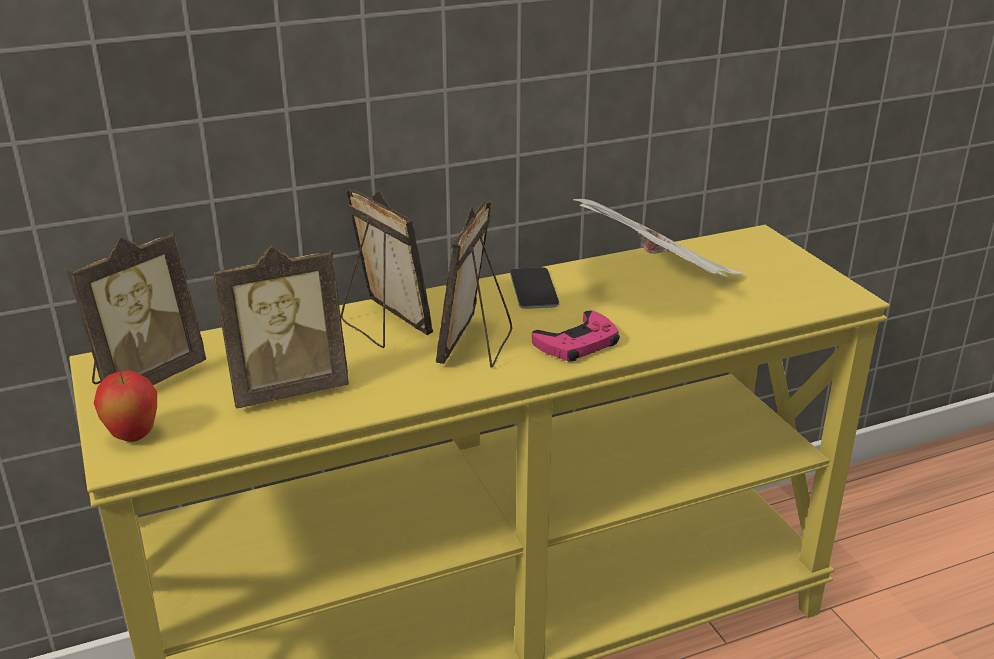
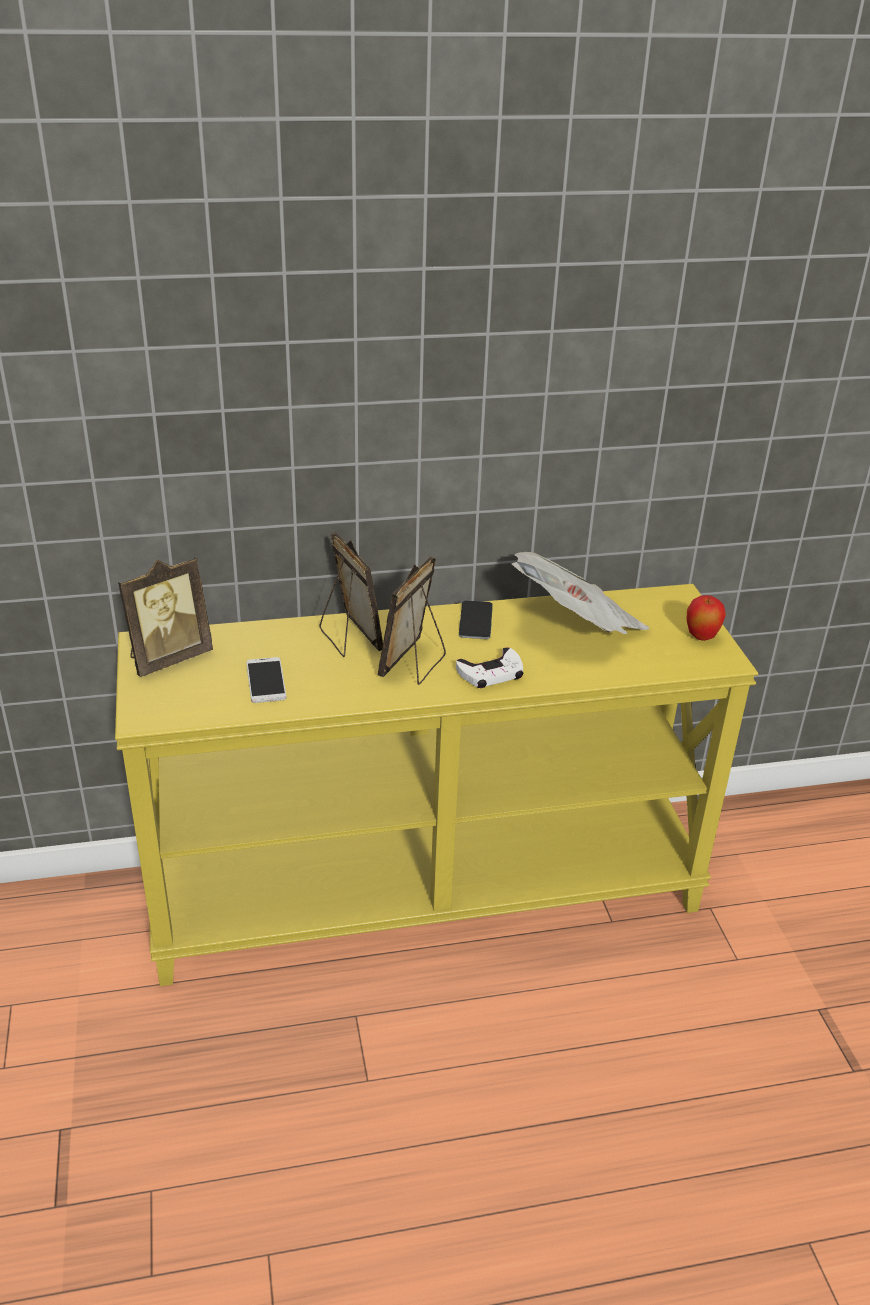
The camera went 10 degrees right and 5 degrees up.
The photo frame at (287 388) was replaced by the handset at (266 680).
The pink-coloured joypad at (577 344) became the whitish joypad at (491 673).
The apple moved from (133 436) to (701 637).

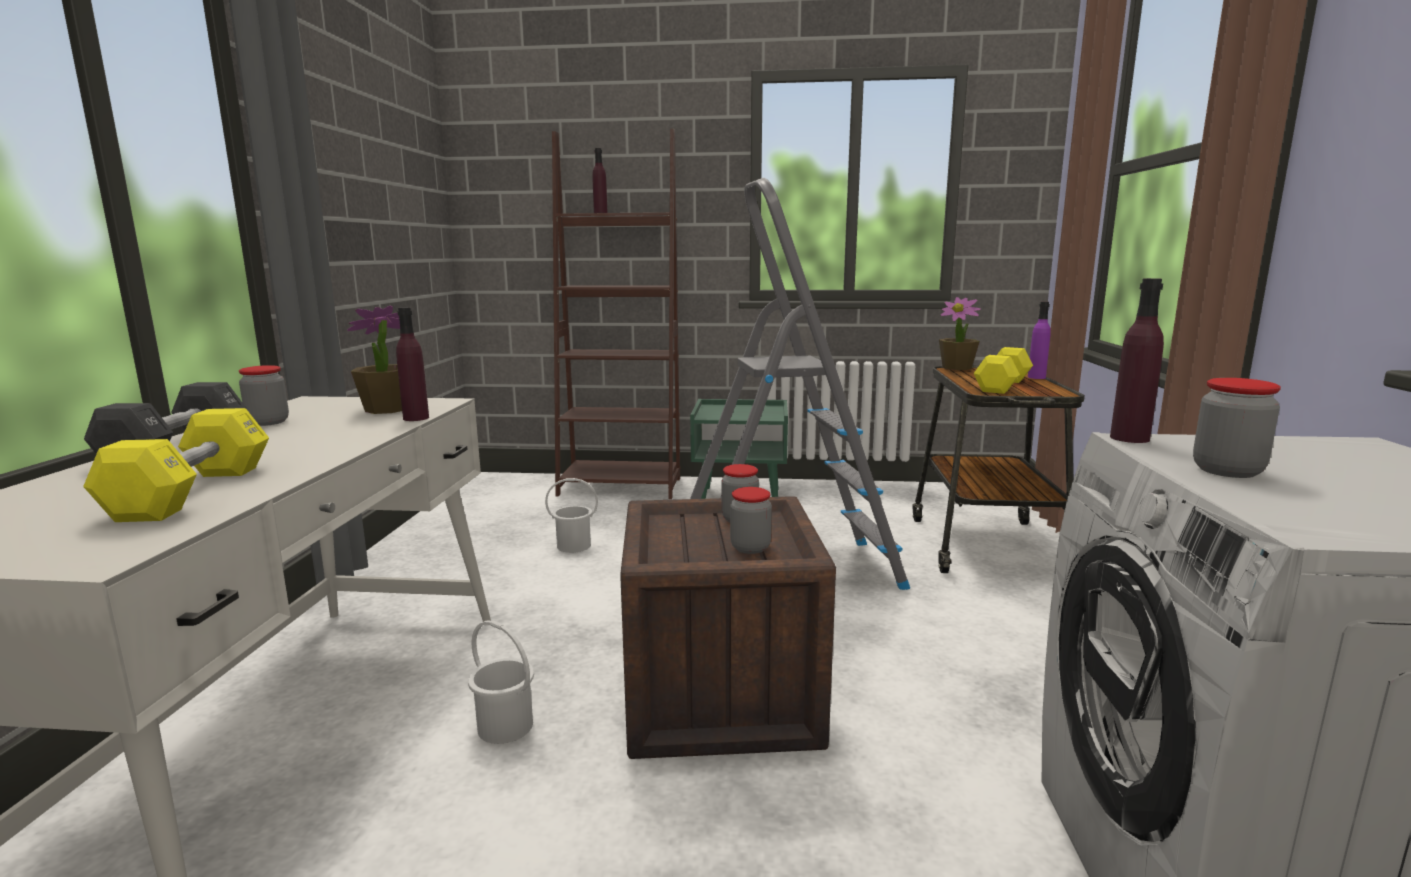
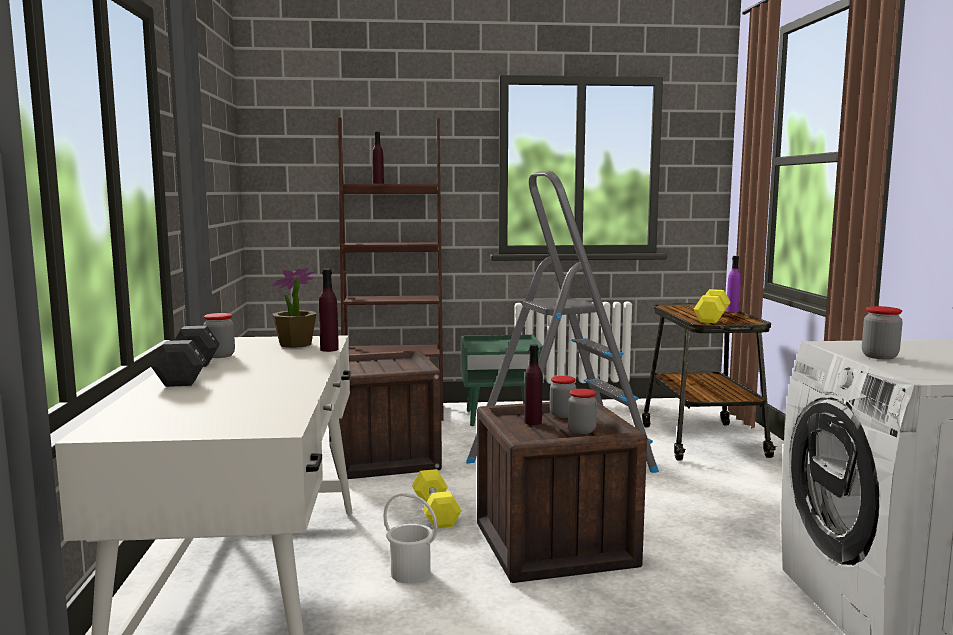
The camera went 10 degrees left and 5 degrees down.
The purple-coloured drink bottle moved from (1129 438) to (533 422).
The potted plant at (957 368) disappeared.
The yellowish dumbbell moved from (193 492) to (436 512).
The whitish pail at (573 545) was replaced by the crate at (383 458).

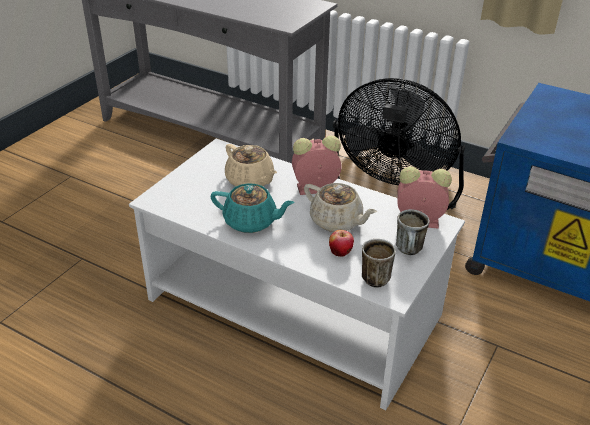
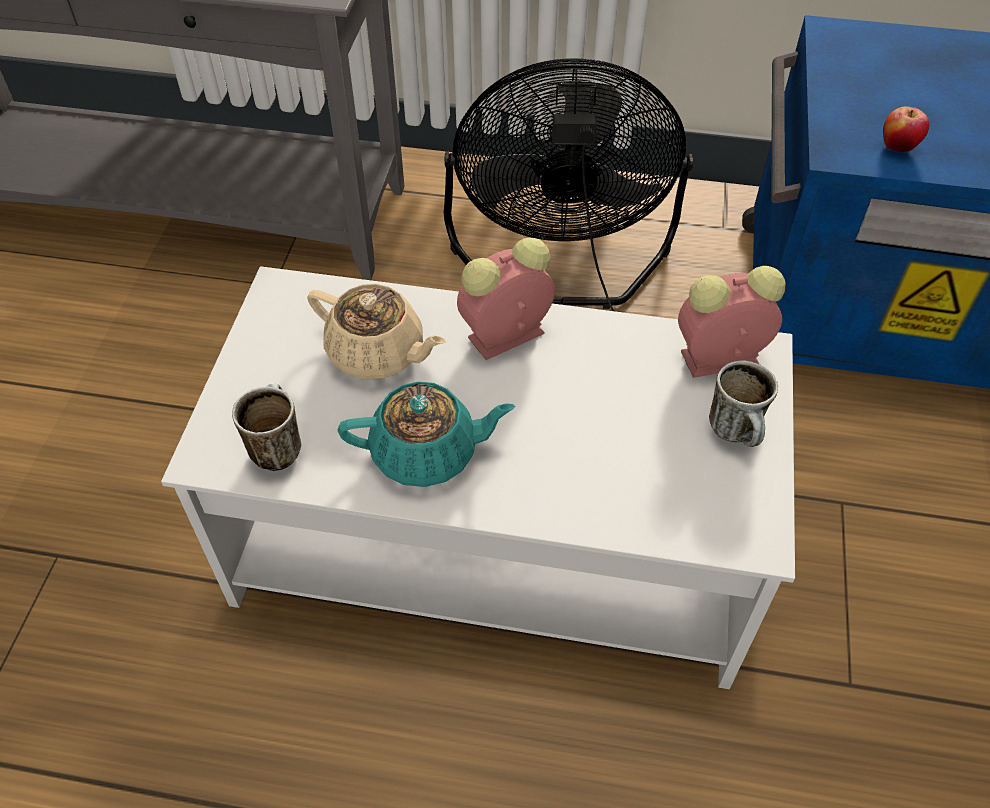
The camera went 20 degrees left and 15 degrees up.
The sand-coloured tea pot at (337 221) disappeared.
The apple moved from (340 253) to (898 147).
The coffee mug moved from (375 276) to (275 446).

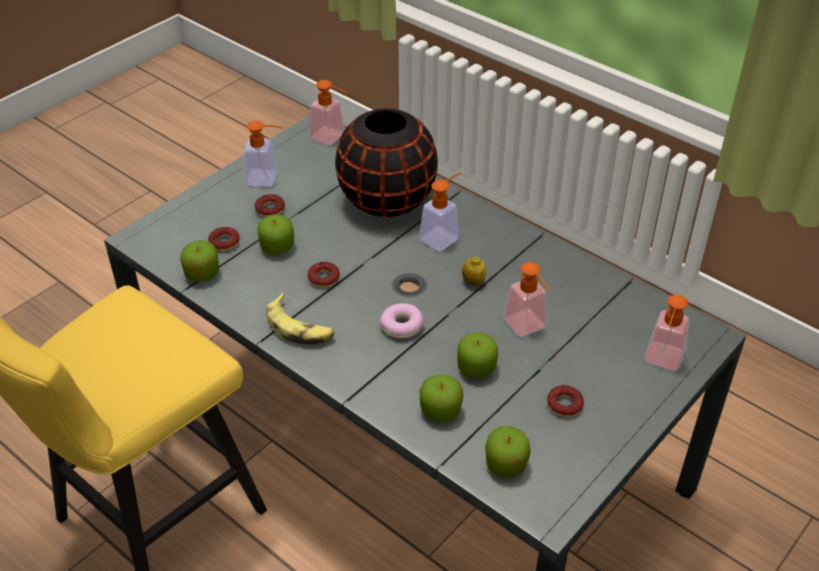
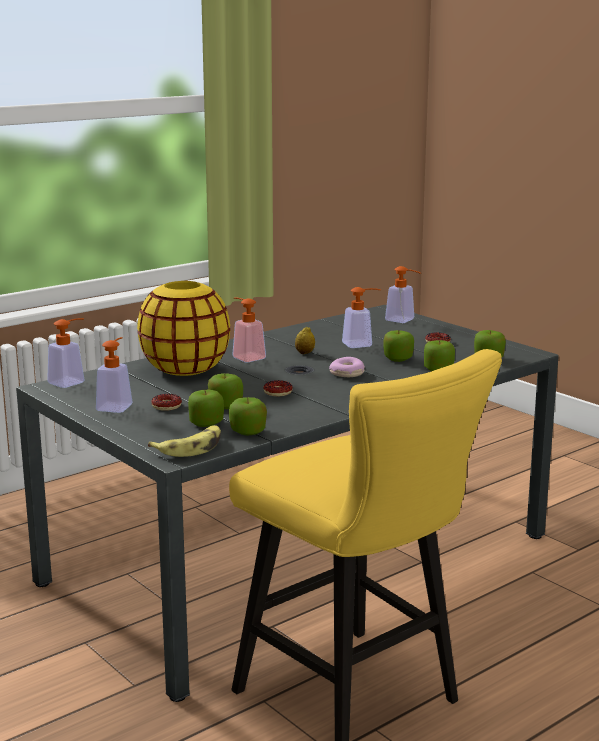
The camera went 80 degrees left and 25 degrees down.
The black decorative vase at (387 200) became the yellowish decorative vase at (185 369).
The doughnut at (224 242) was replaced by the apple at (206 423).
The banana moved from (299 327) to (190 448).

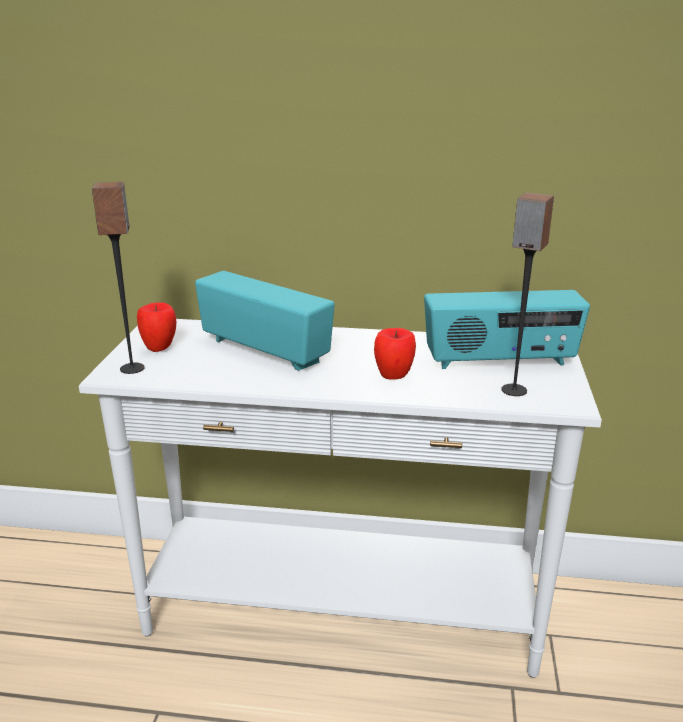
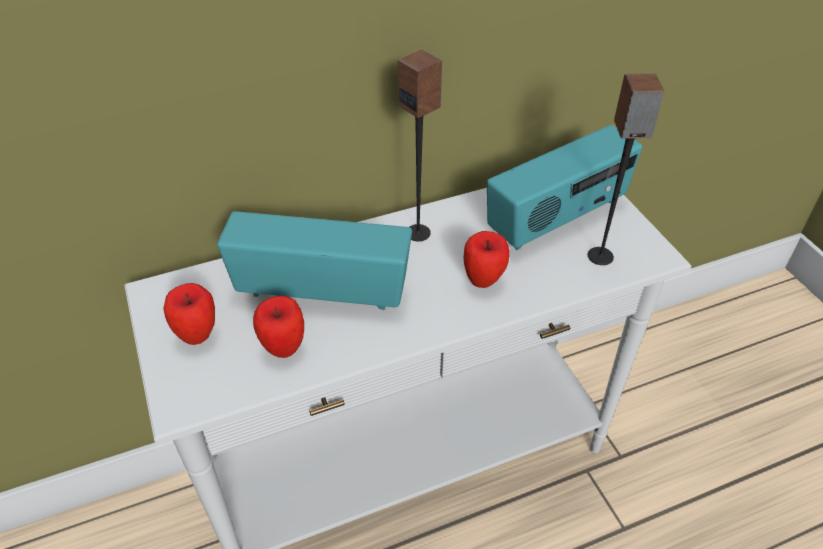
The camera went 30 degrees left and 20 degrees up.
The audio speaker moved from (132 368) to (418 233).
The apple at (284 347) appeared.

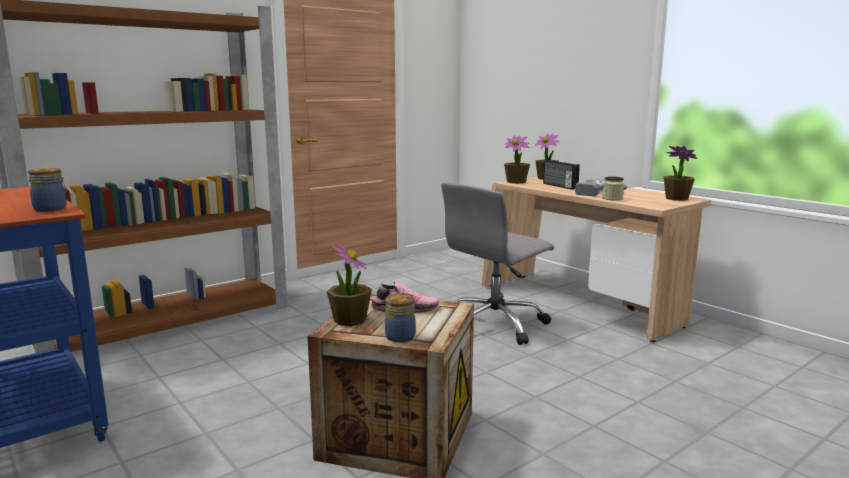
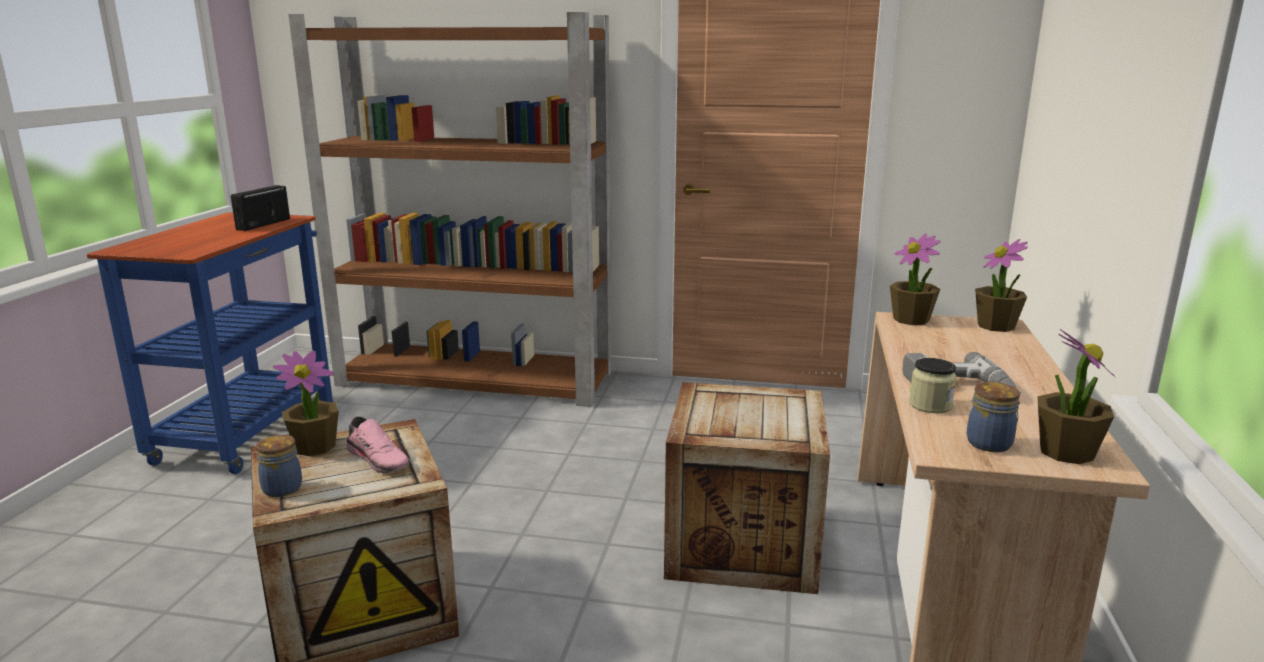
The camera went 50 degrees right and 5 degrees up.
The radio set moved from (559 186) to (262 224).
The storage jar moved from (51 209) to (991 443).
The greyish computer chair at (494 325) was replaced by the crate at (742 544).

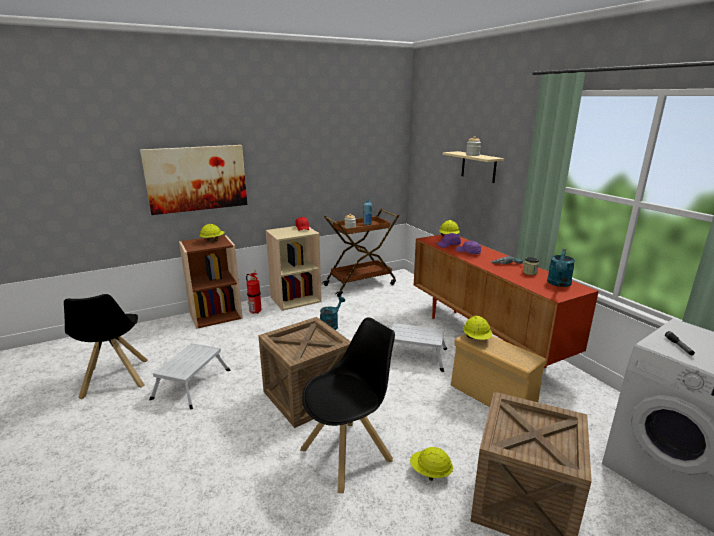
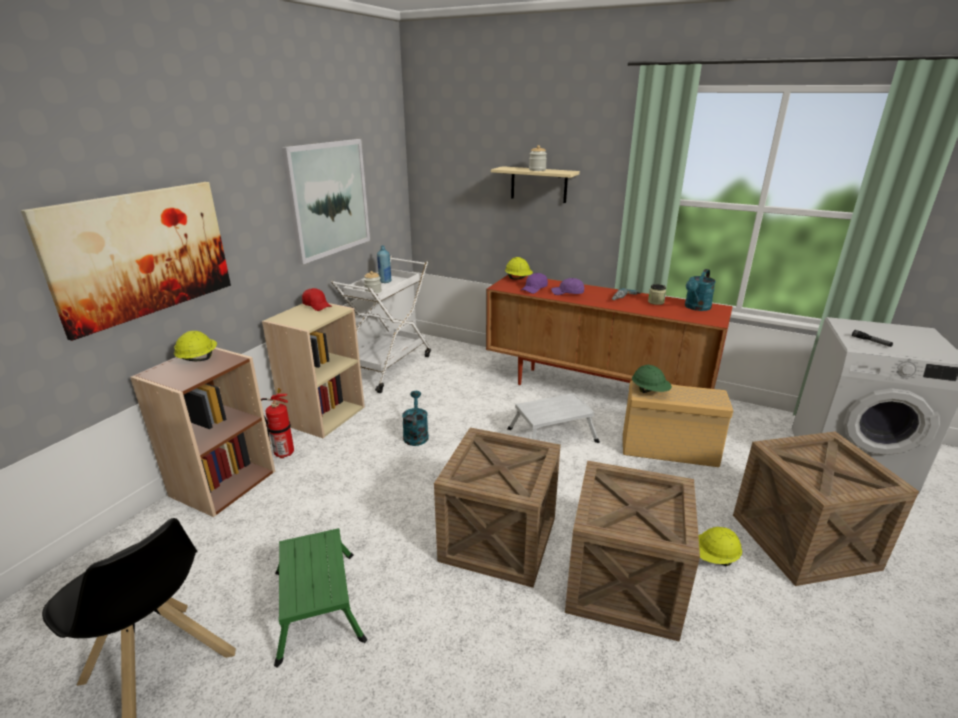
The camera went 35 degrees left and 5 degrees up.
The brownish wheeled cart at (360 285) became the whitish wheeled cart at (389 368).
The turquoise-coloured sprinkling can at (558 284) turned 45 degrees clockwise.
The yellowish hard hat at (476 338) became the green hard hat at (650 391).
The black plain chair at (348 453) was replaced by the crate at (624 583).
The whitish step ladder at (191 384) became the green step ladder at (318 605).
The wall art at (329 199) appeared.

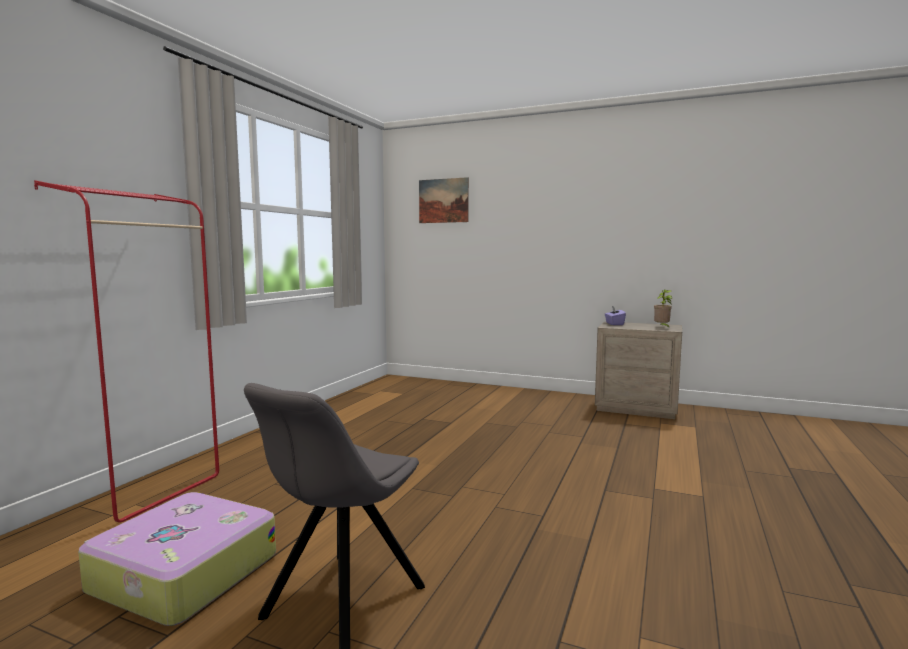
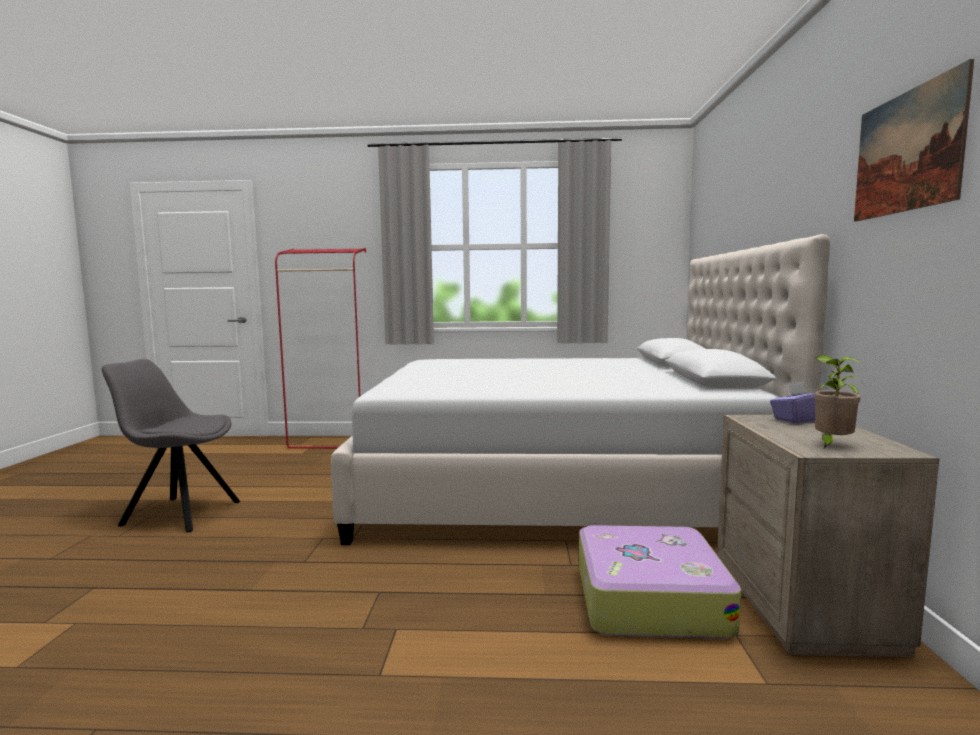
The camera went 70 degrees right and 0 degrees up.
The wall art moved from (443 200) to (907 152).
The travel case moved from (182 573) to (648 598).
The whitish bed at (556 487) appeared.

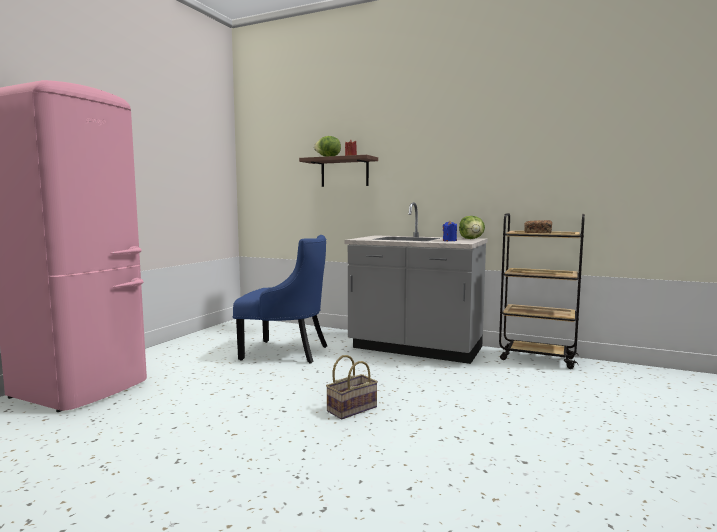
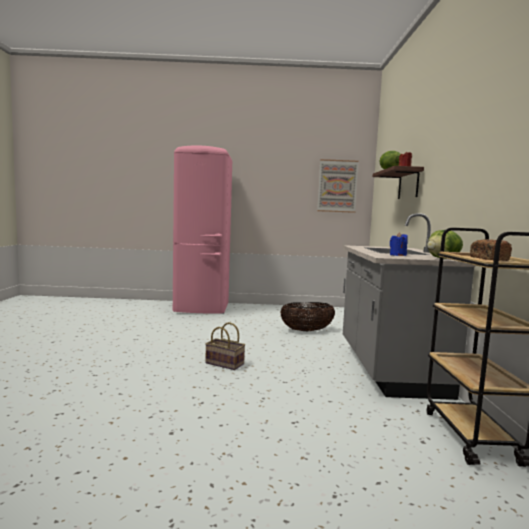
The camera went 65 degrees right and 0 degrees up.
The blue plain chair at (284 352) was replaced by the basket at (306 330).
The wall art at (337 186) appeared.

